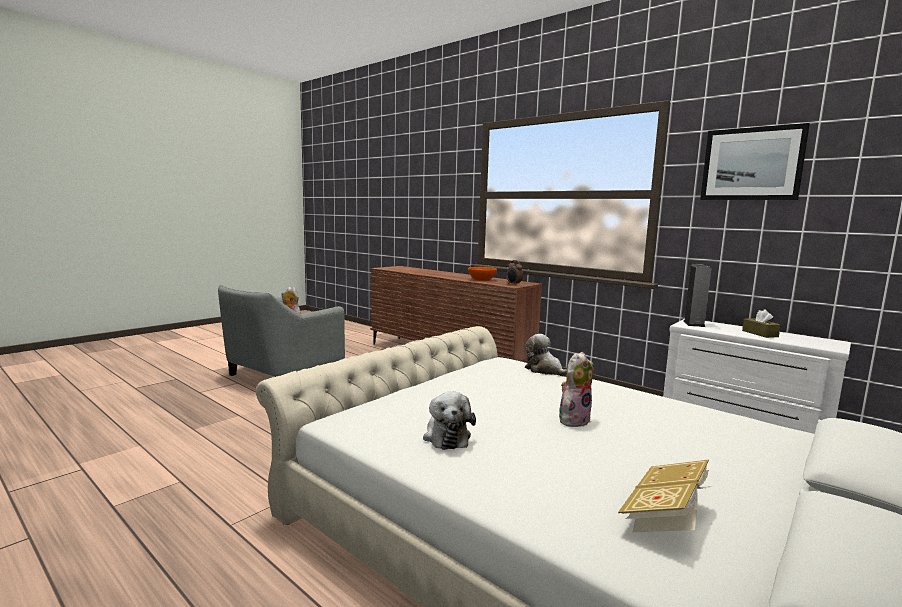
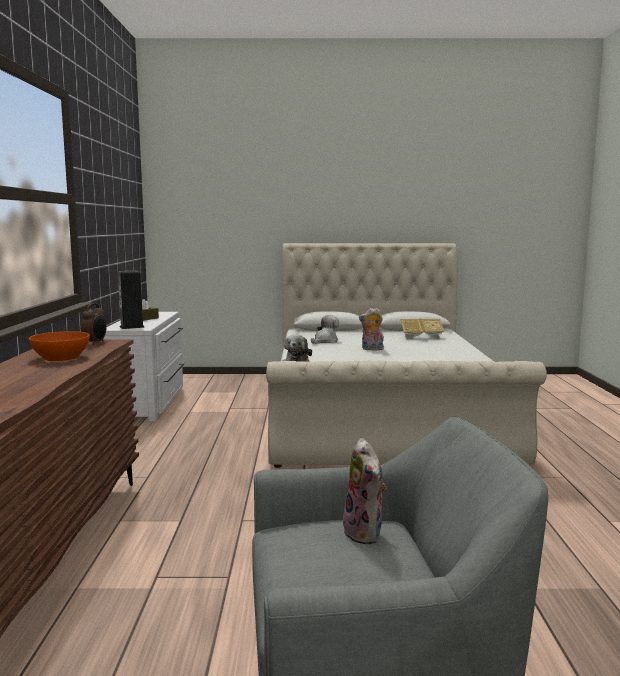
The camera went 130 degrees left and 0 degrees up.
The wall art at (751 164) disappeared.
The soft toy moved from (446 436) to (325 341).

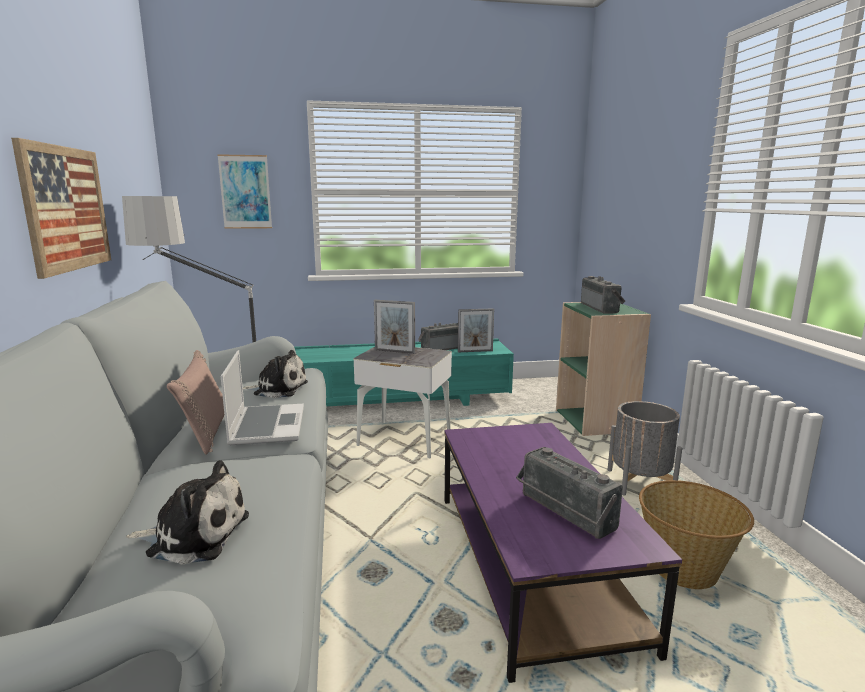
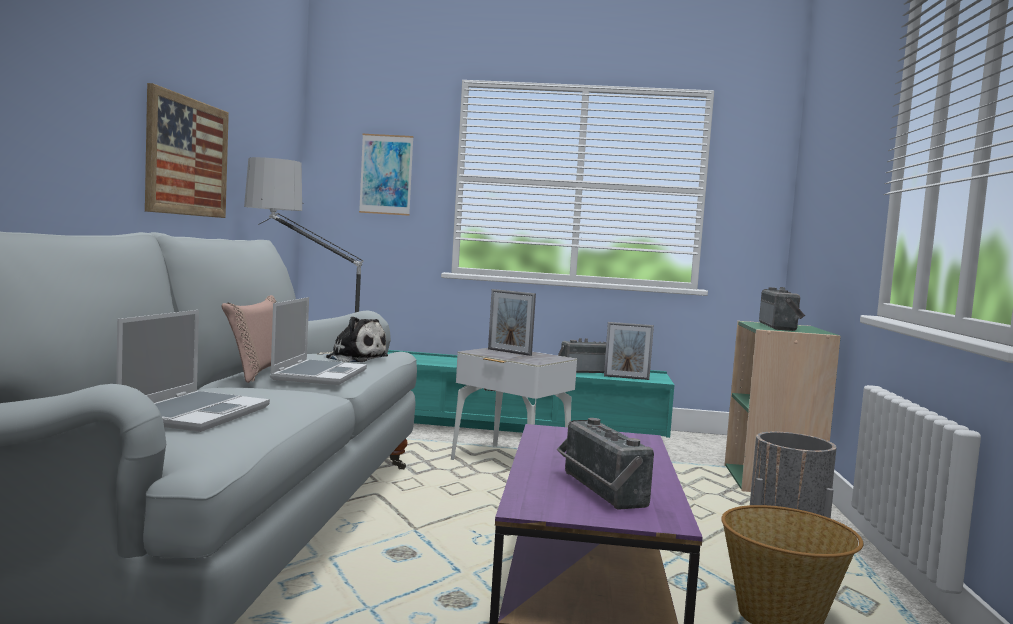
The camera went 15 degrees right and 10 degrees down.
The soft toy at (194 535) was replaced by the portable computer at (195 413).

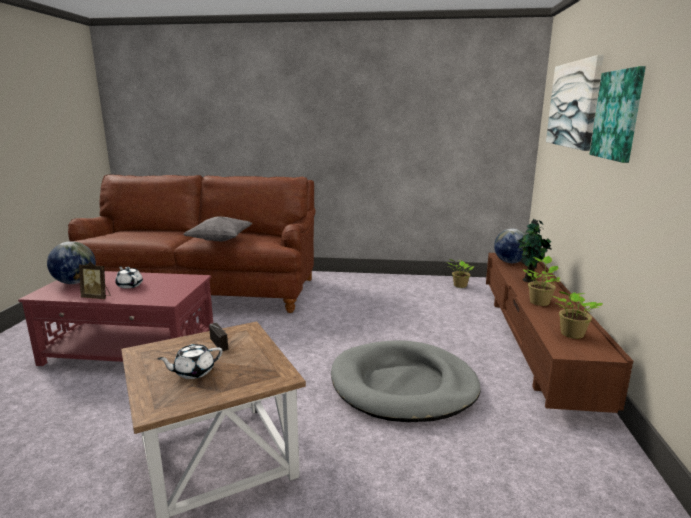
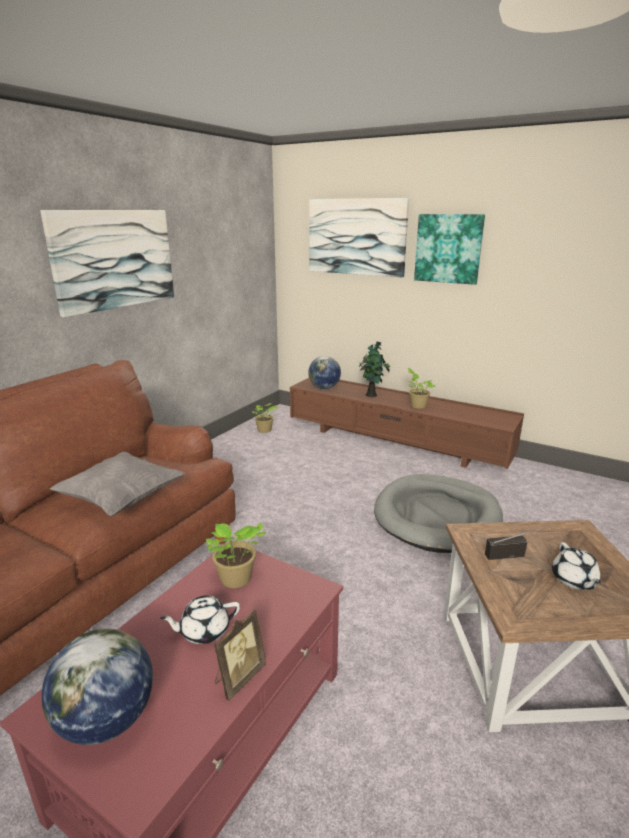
The camera went 65 degrees left and 5 degrees up.
The potted plant moved from (571 334) to (235 580).
The wall art at (114 259) appeared.

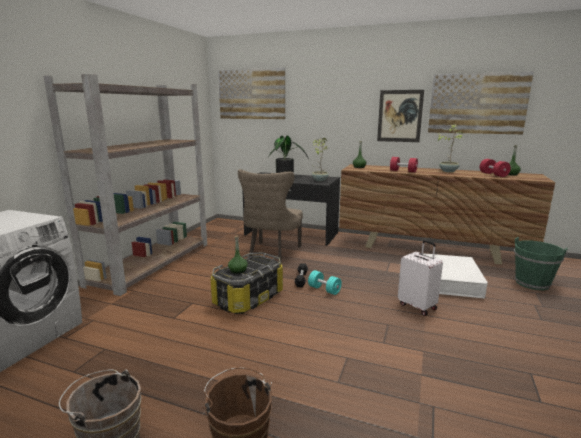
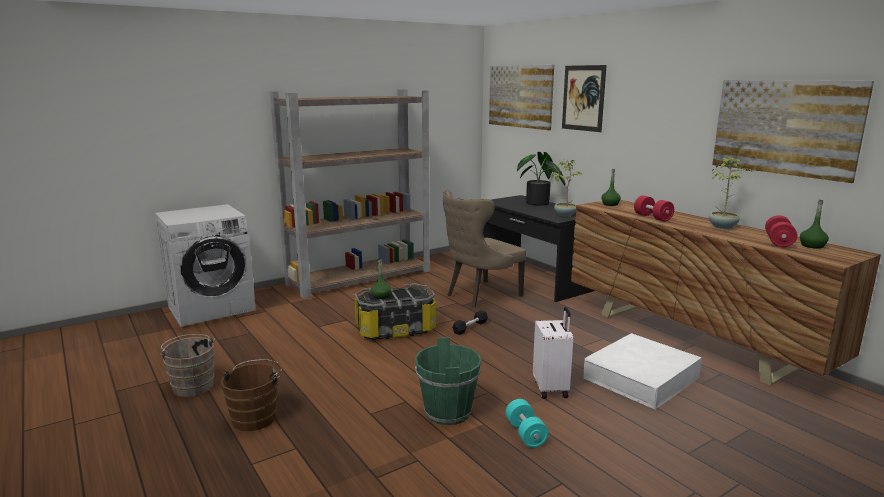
The camera went 35 degrees right and 0 degrees up.
The wall art moved from (399 116) to (583 98).
The green pail moved from (532 283) to (448 412).
The turquoise-coloured dumbbell moved from (324 289) to (525 434).

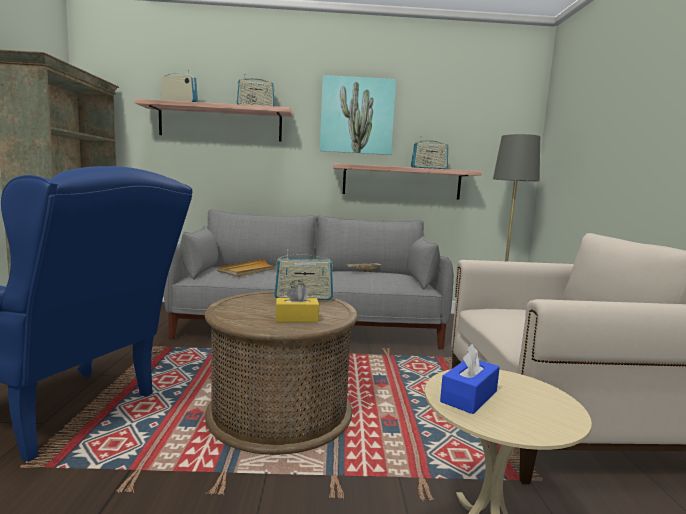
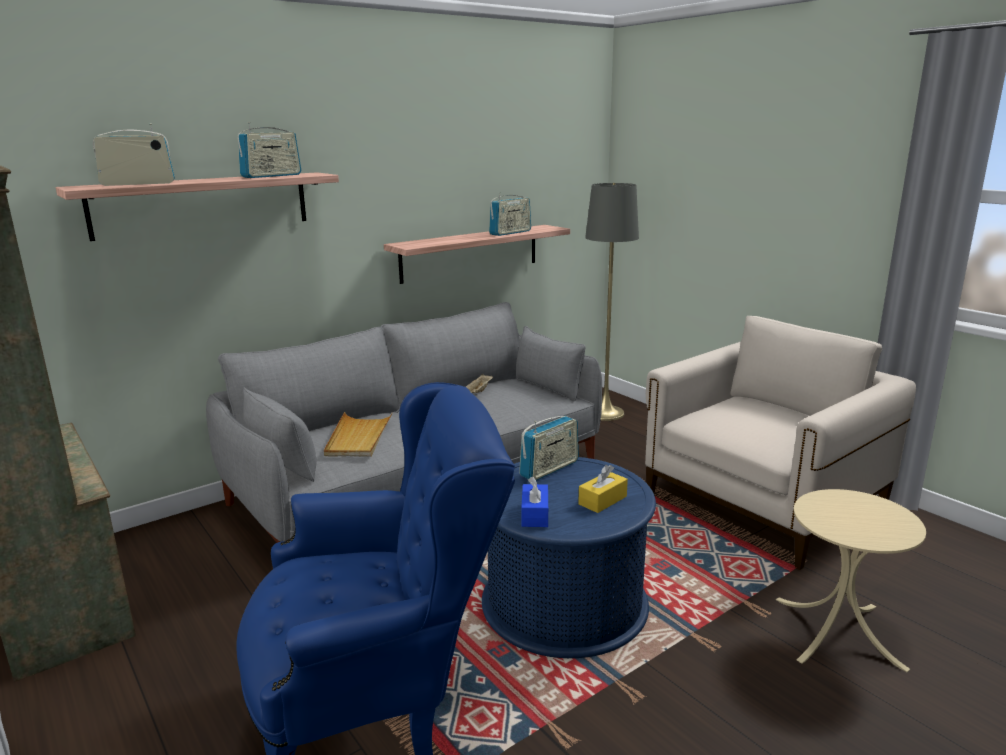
The camera went 35 degrees left and 10 degrees up.
The wall art at (357 116) disappeared.
The brownish low table at (280 411) became the blue low table at (564 602).
The blue tissue box moved from (469 396) to (535 514).

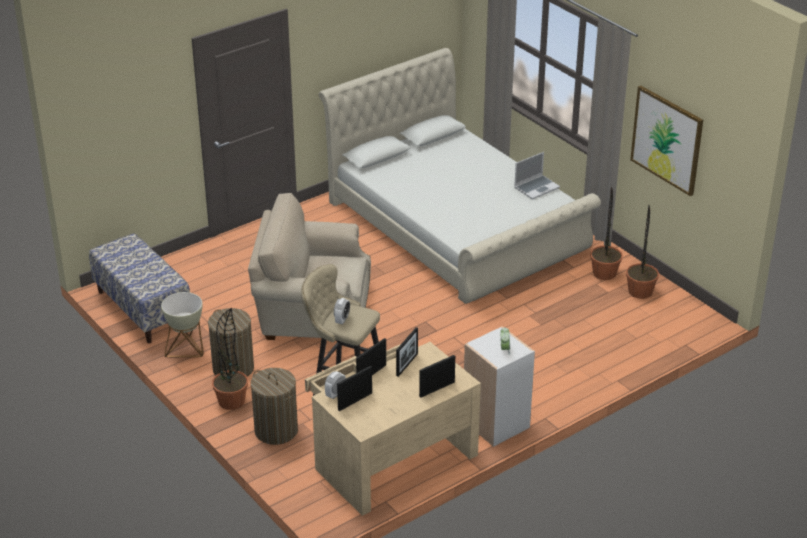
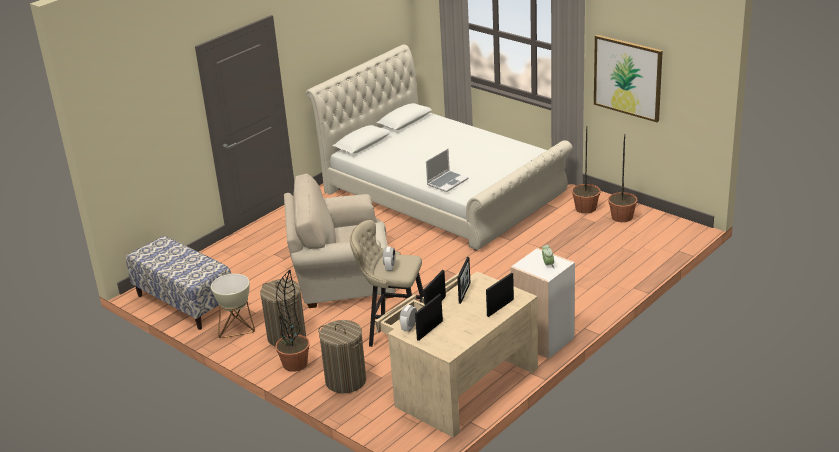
The camera went 10 degrees left and 5 degrees down.
The portable computer moved from (536 187) to (447 182).

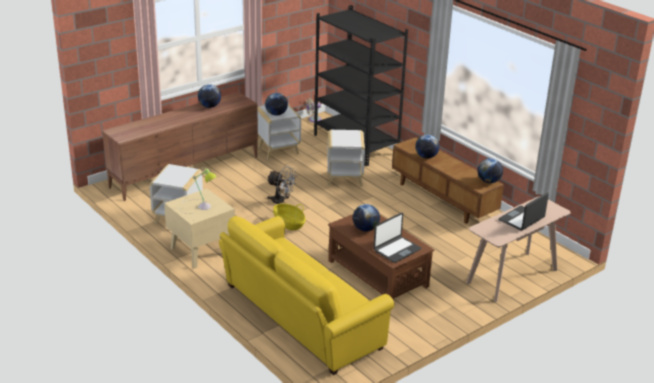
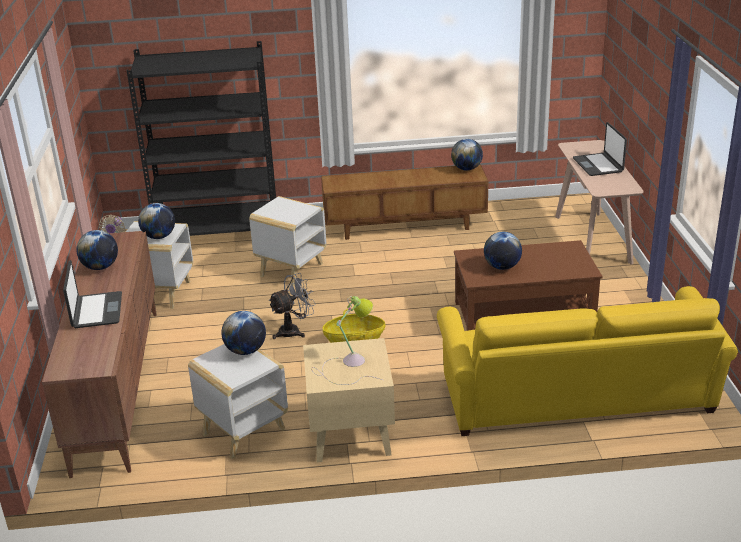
The camera went 55 degrees left and 0 degrees up.
The globe moved from (426 157) to (246 351).
The portable computer moved from (396 250) to (96 311).

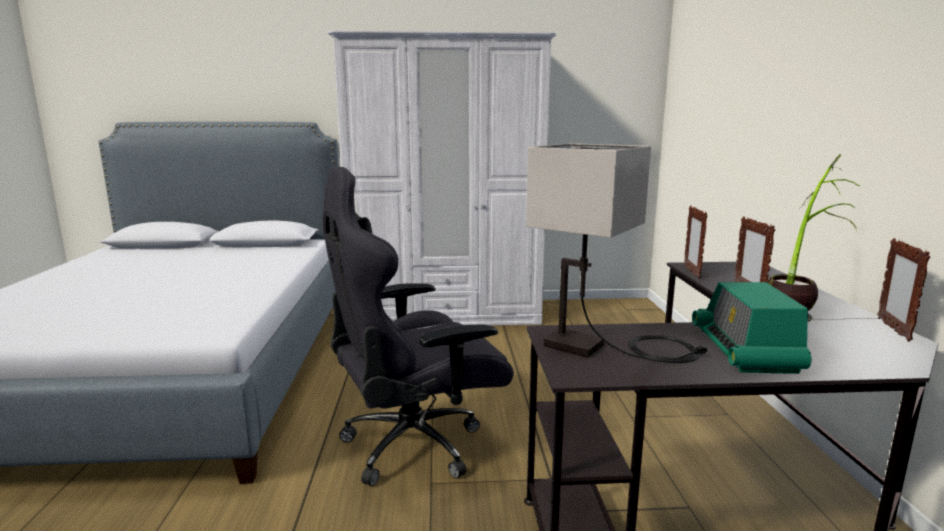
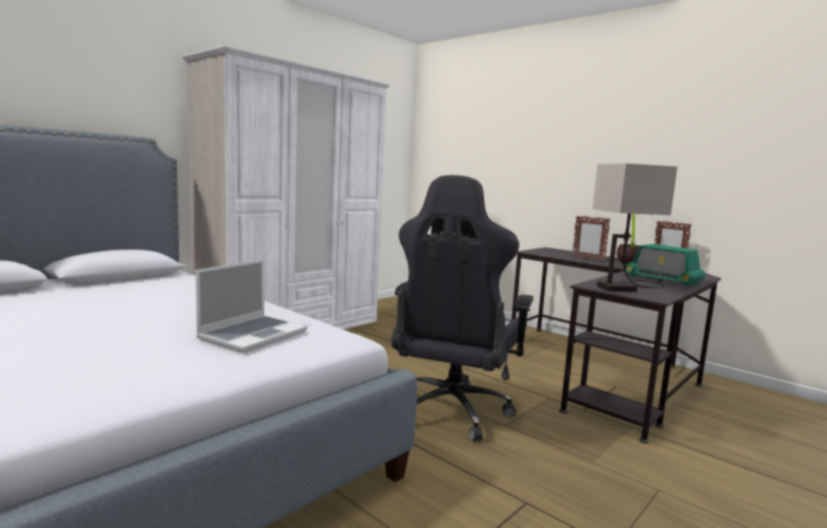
The camera went 45 degrees left and 5 degrees down.
The photo frame at (692 272) disappeared.
The portable computer at (253 335) appeared.

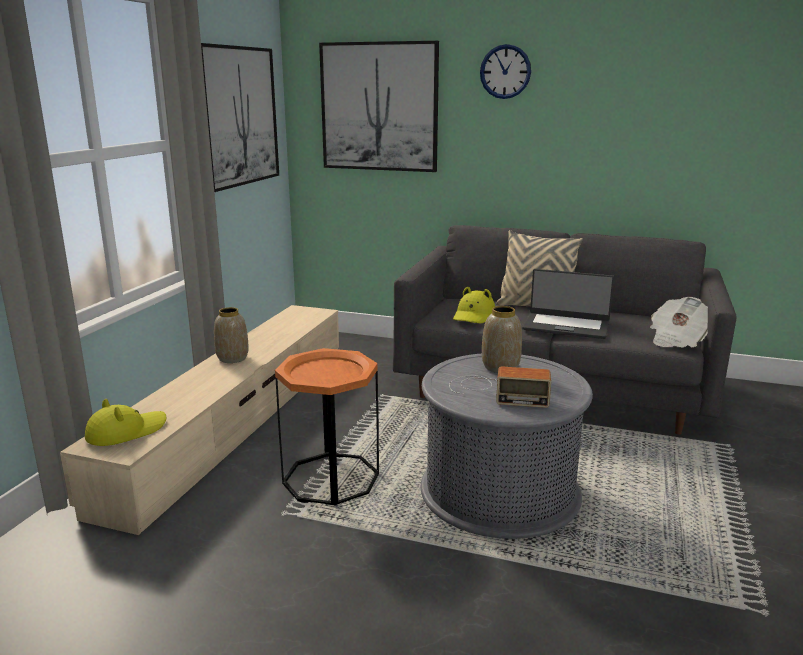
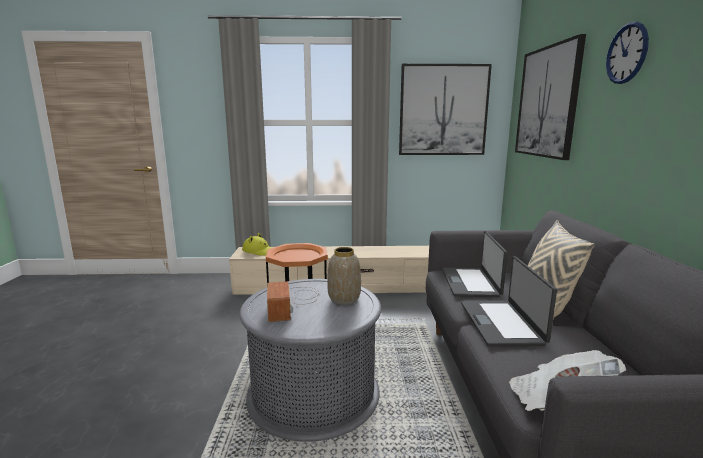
The camera went 70 degrees right and 5 degrees down.
The yellowish clothing hat at (474 316) was replaced by the portable computer at (470 282).
The decorative vase at (233 358) disappeared.

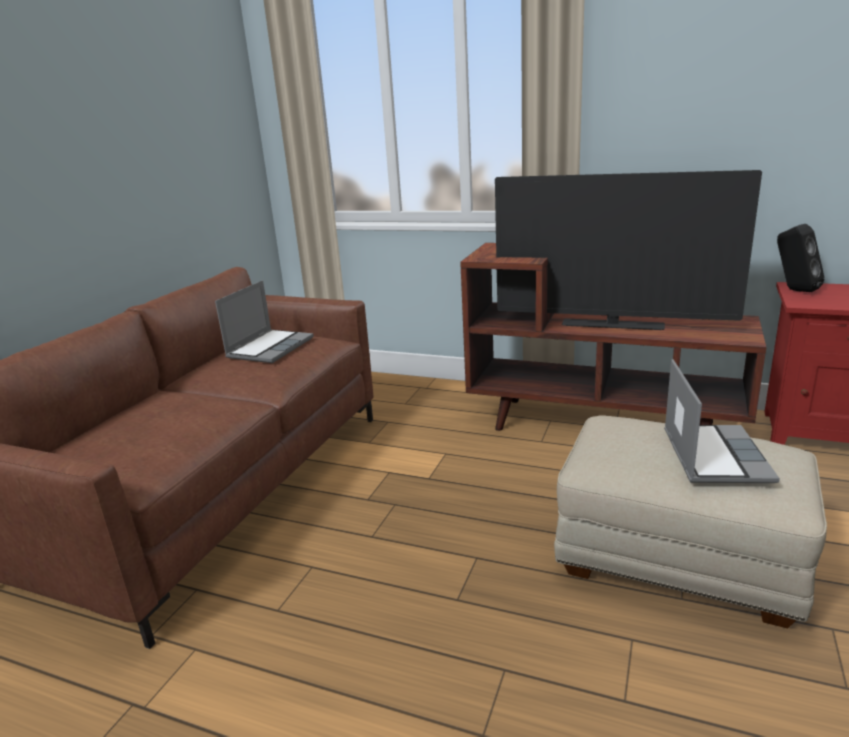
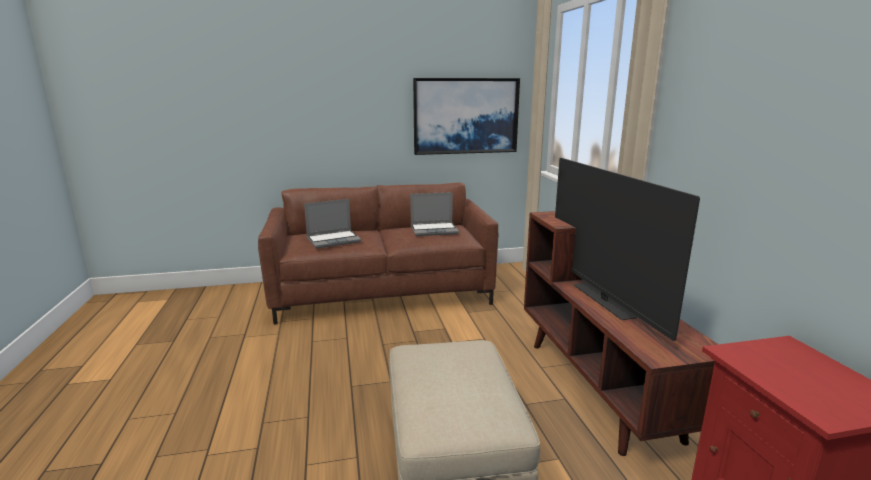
The camera went 55 degrees right and 5 degrees down.
The black audio speaker at (794 290) disappeared.
The portable computer moved from (713 455) to (334 240).
The wall art at (465 116) appeared.

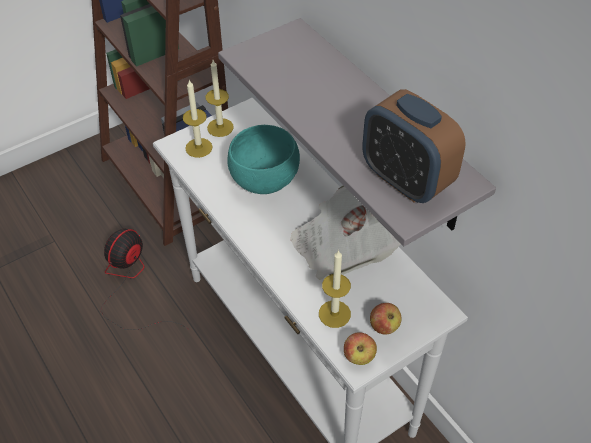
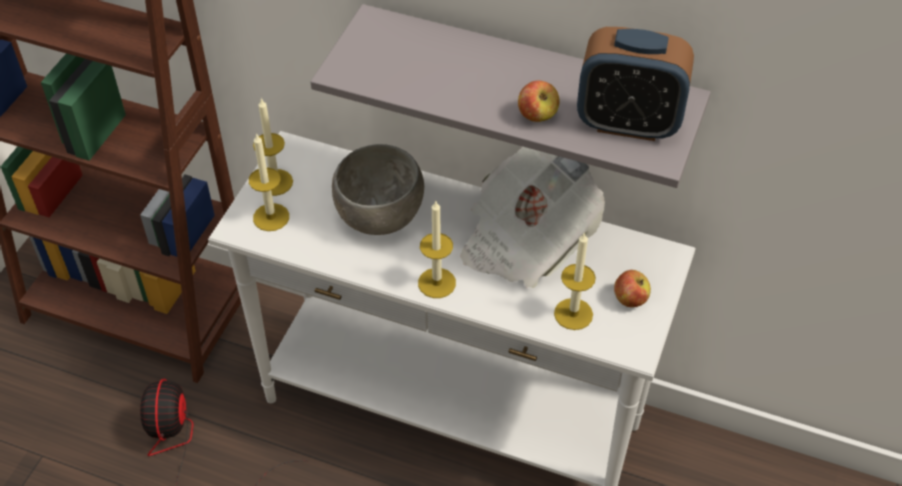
The camera went 35 degrees left and 0 degrees up.
The turquoise-coloured deep dish at (264 180) became the greyish deep dish at (379 215).
The apple moved from (359 356) to (537 116).
The wax candle at (437 283) appeared.

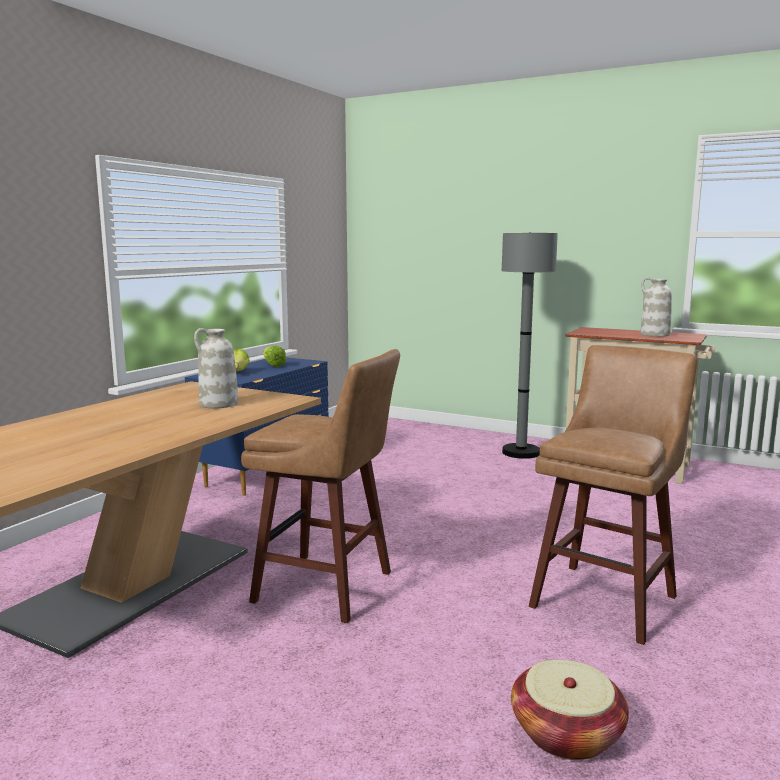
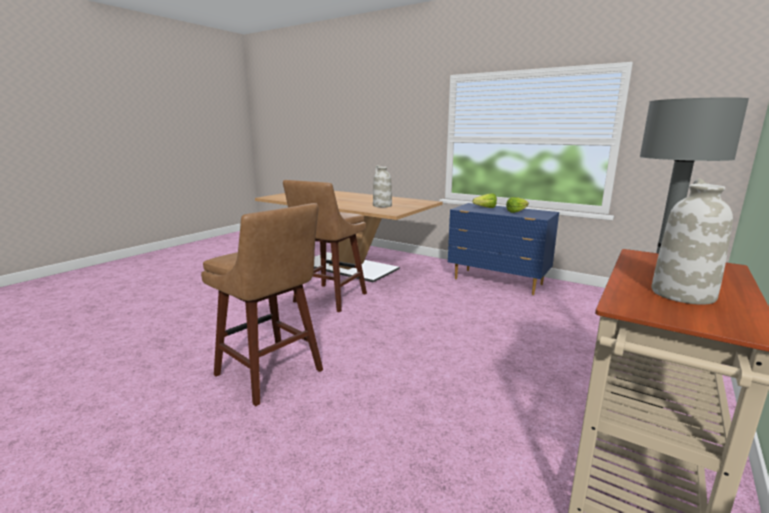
The camera went 95 degrees right and 5 degrees up.
The basket at (566 733) disappeared.

